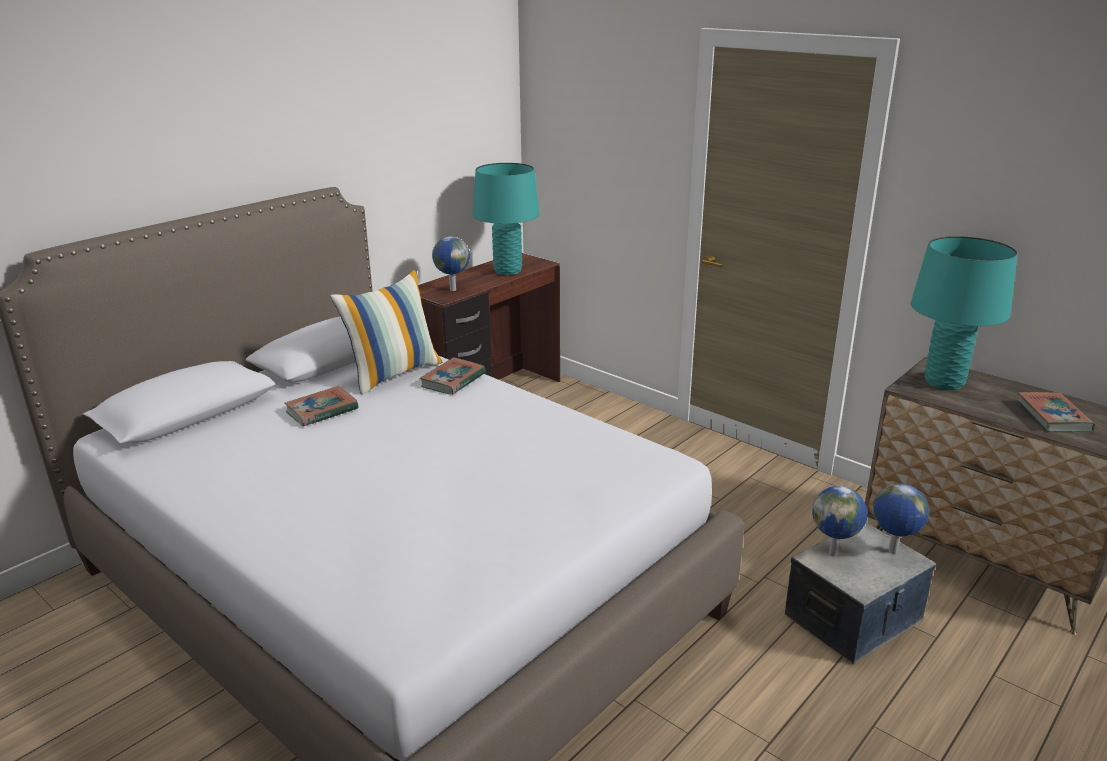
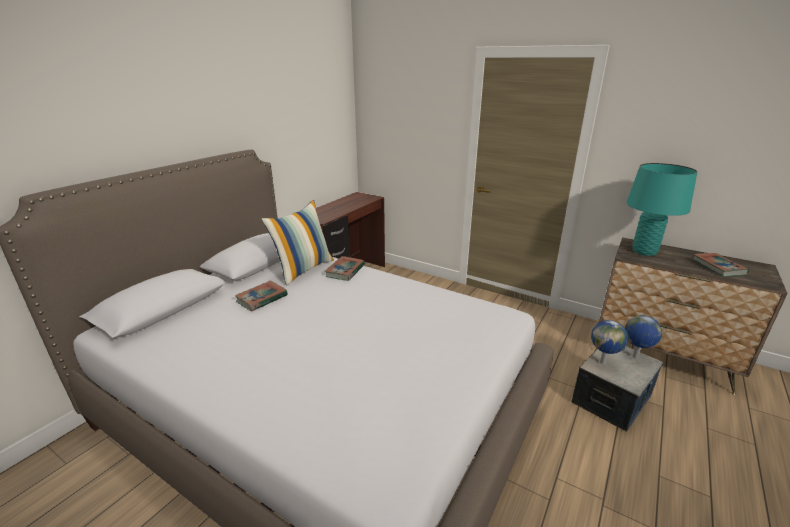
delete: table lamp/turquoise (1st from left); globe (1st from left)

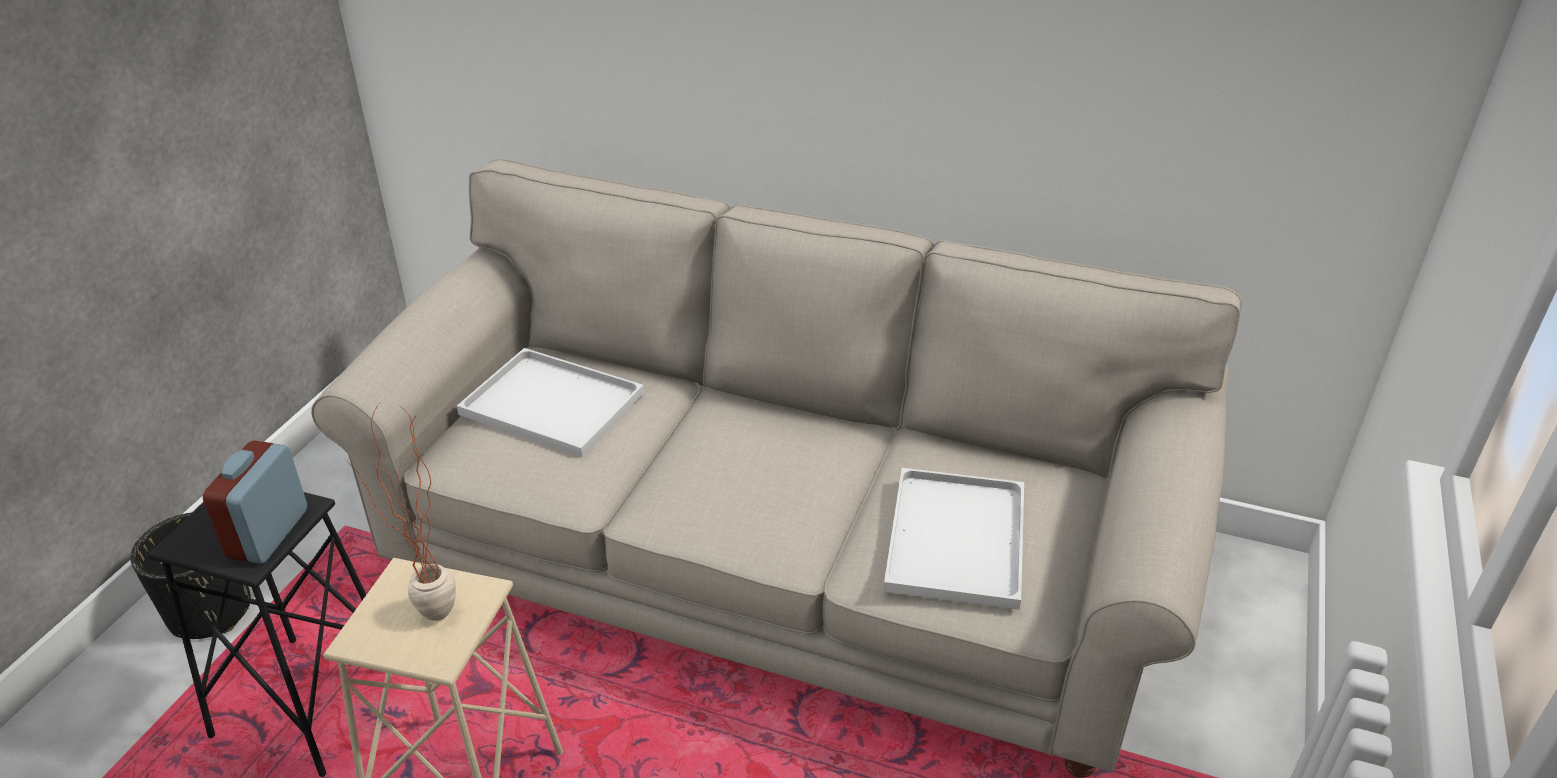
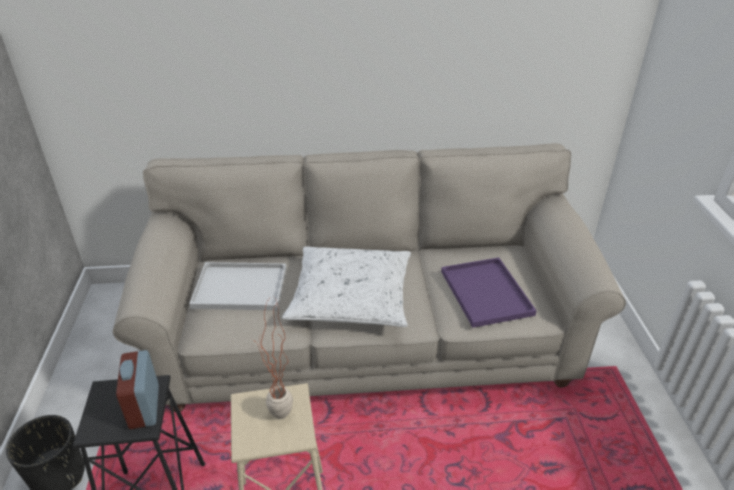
insert: pillow/white
recolor: tray/white (2nd from left) to tray/purple

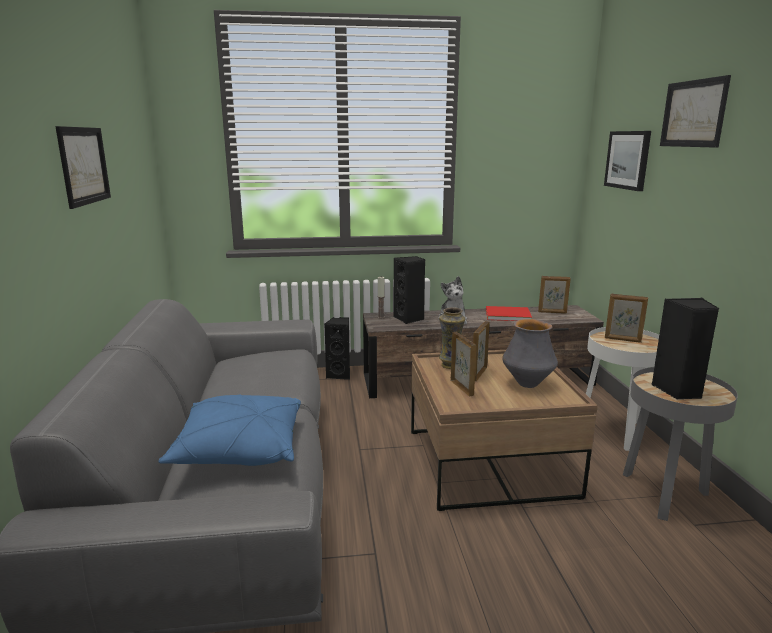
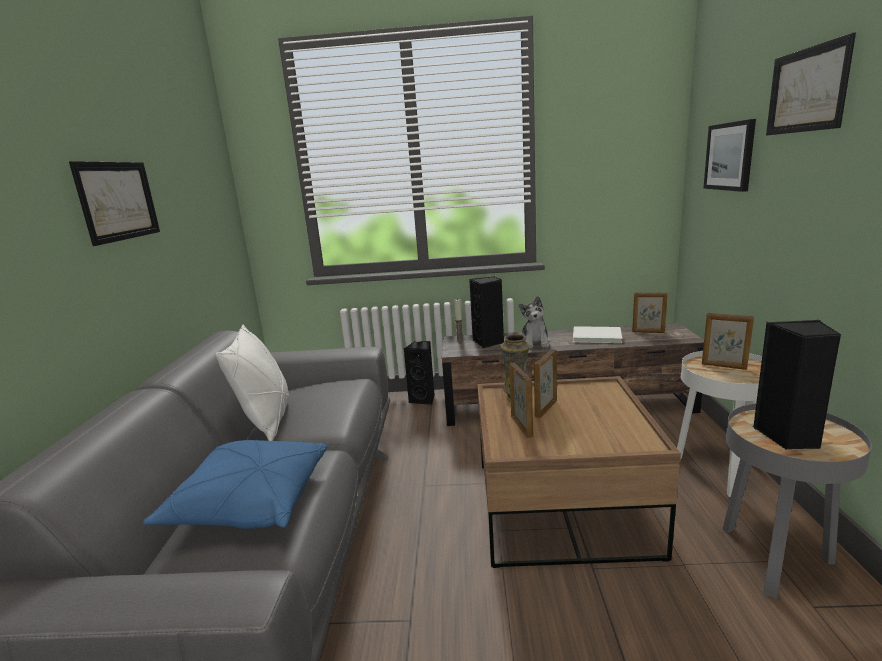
delete: vase (2nd from left)
insert: pillow/white
recolor: book/red to book/white

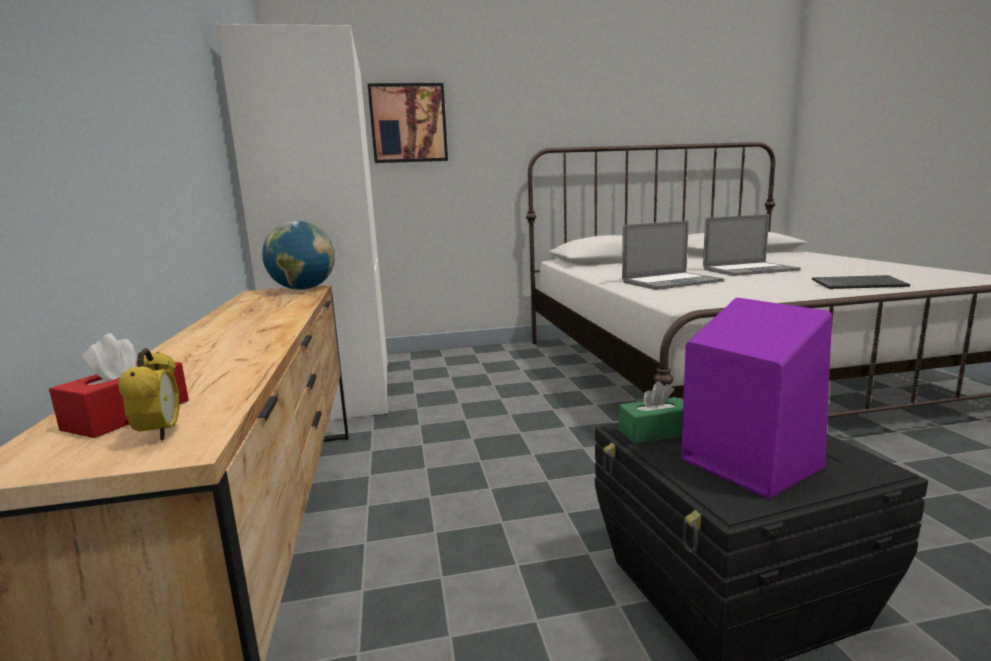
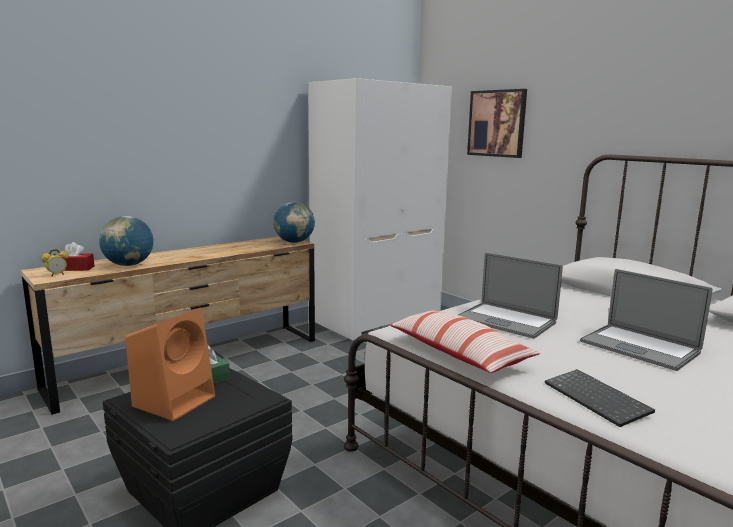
insert: globe (1st from left); pillow
recolor: speaker/purple to speaker/orange

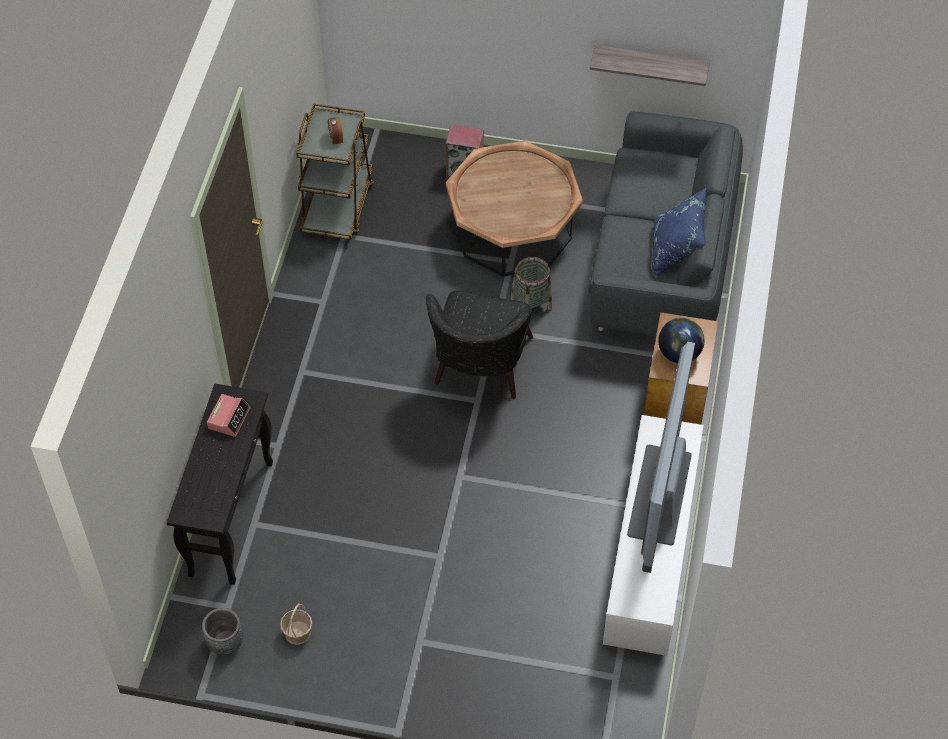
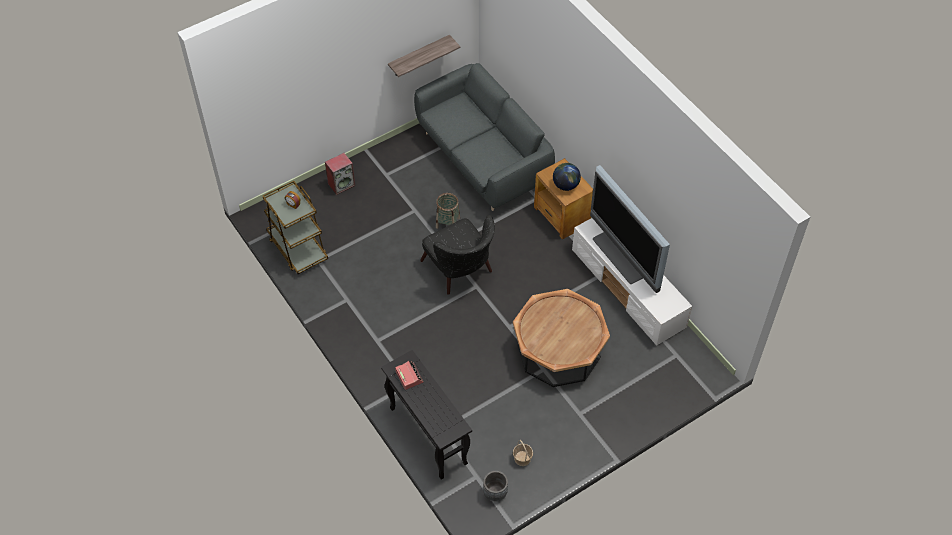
delete: pillow/blue
move: coffee table/brown

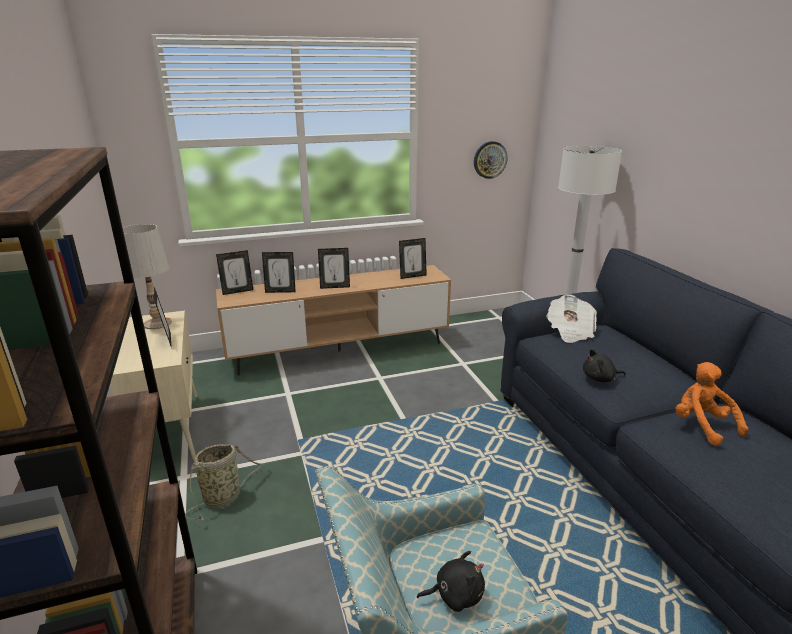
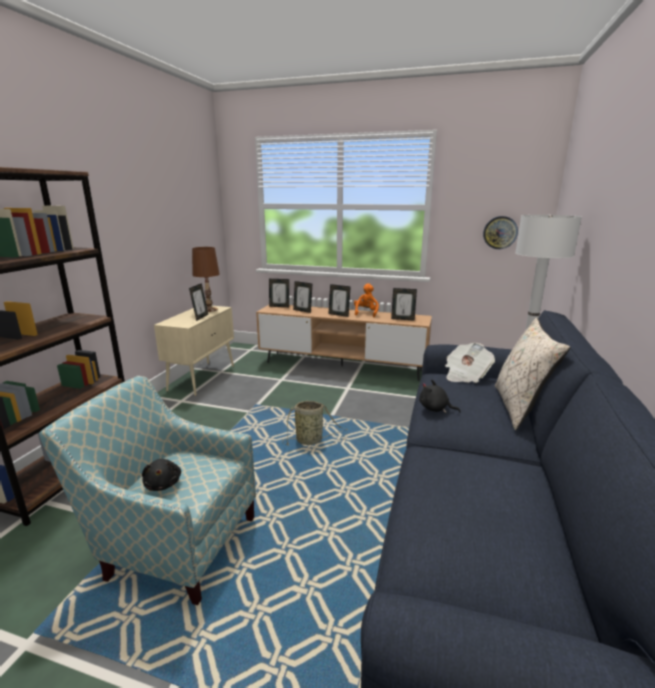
insert: pillow/beige
move: plush toy/orange; basket
recolor: table lamp/white to table lamp/brown
rotate: plush toy/black (1st from left) 45 degrees clockwise

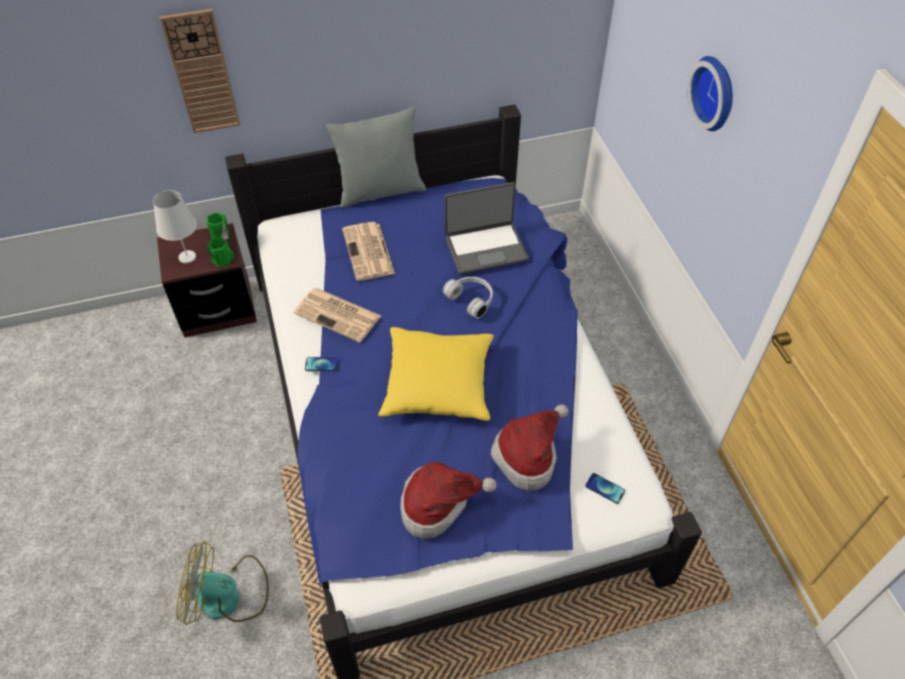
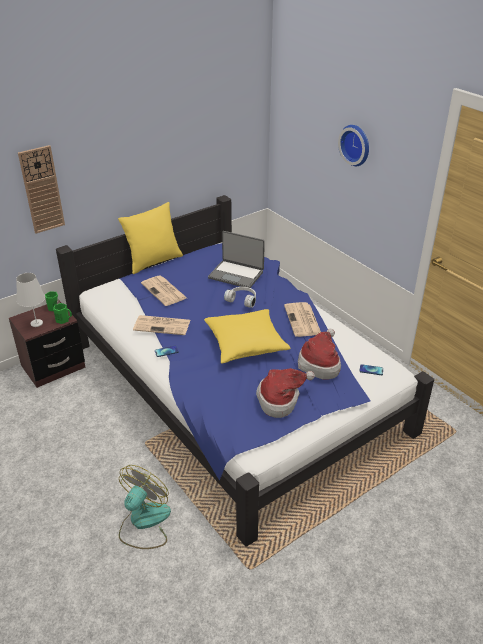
insert: newspaper (3rd from left)
recolor: pillow/grey to pillow/yellow (1st from left)
rotate: laptop 60 degrees clockwise; fan 135 degrees clockwise

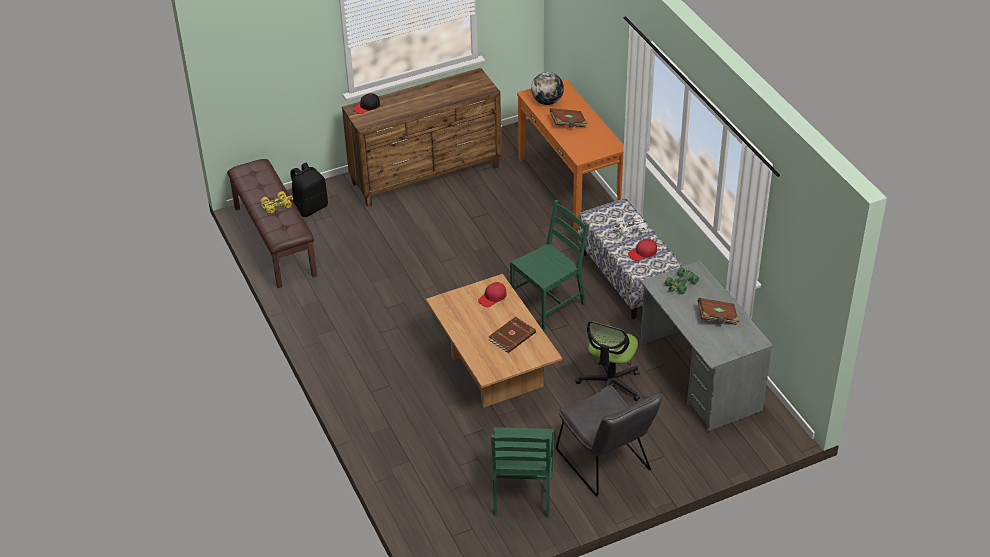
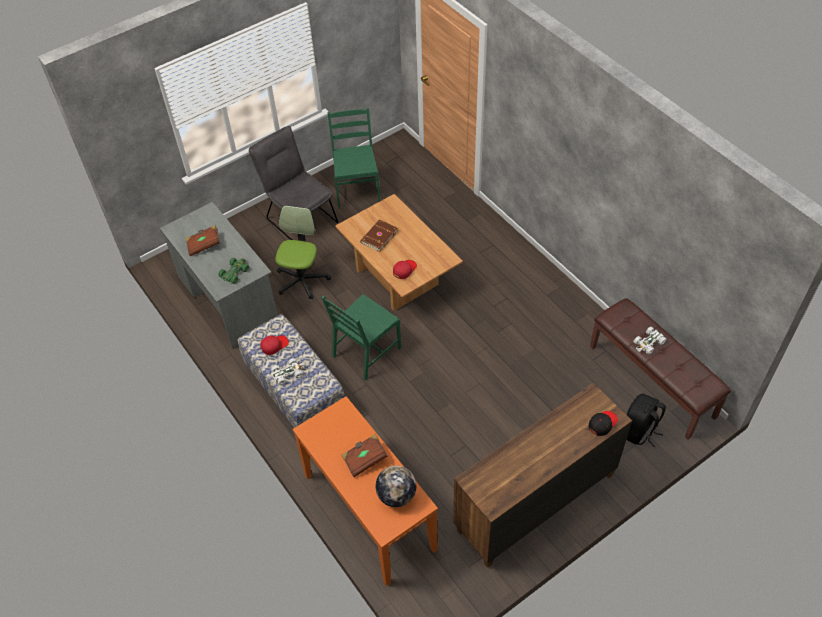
recolor: toy car/yellow to toy car/white (2nd from left)

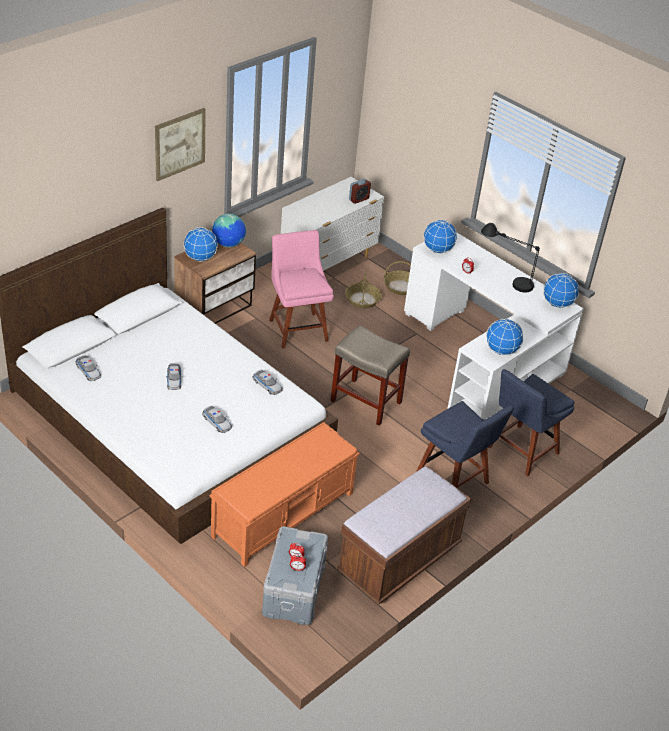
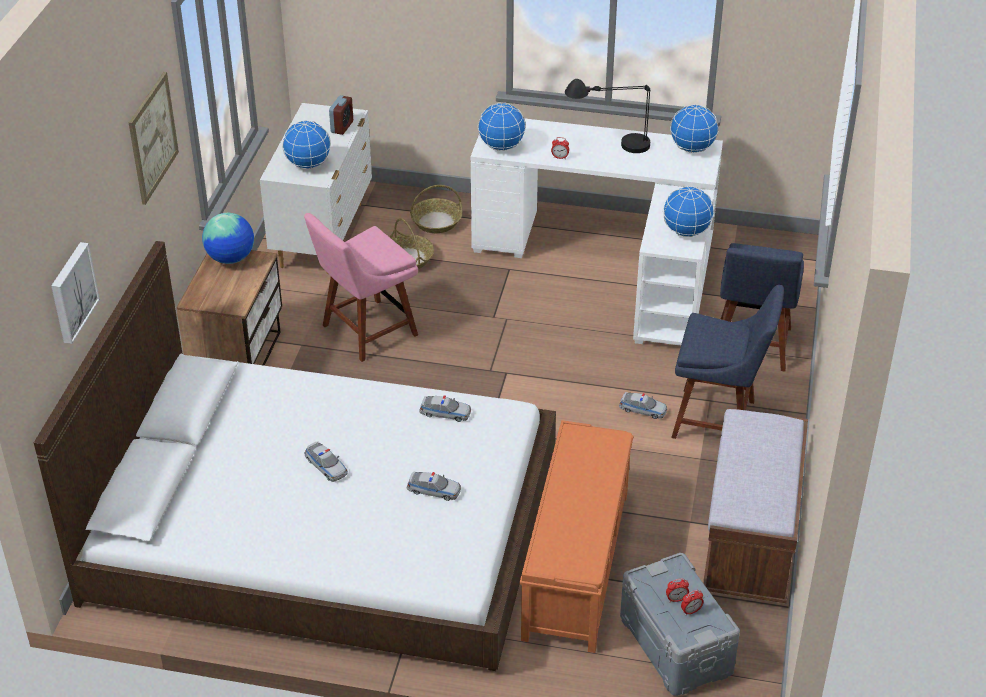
delete: stool/beige
insert: picture (1st from left)
move: globe (1st from left in the first image) to globe (2nd from left); toy car (1st from left in the first image) to toy car (4th from left)
rotate: chair/pink 75 degrees counterclockwise

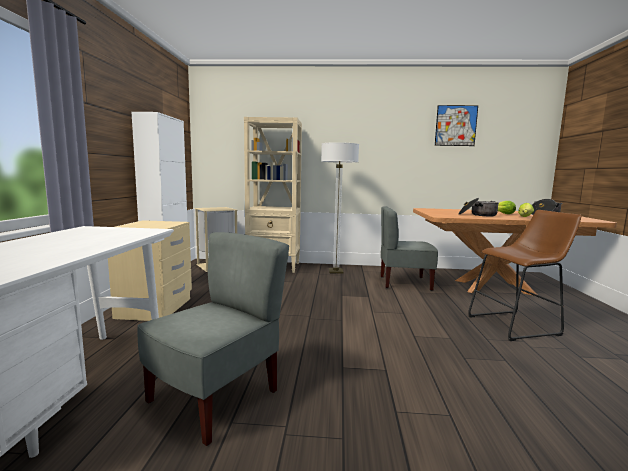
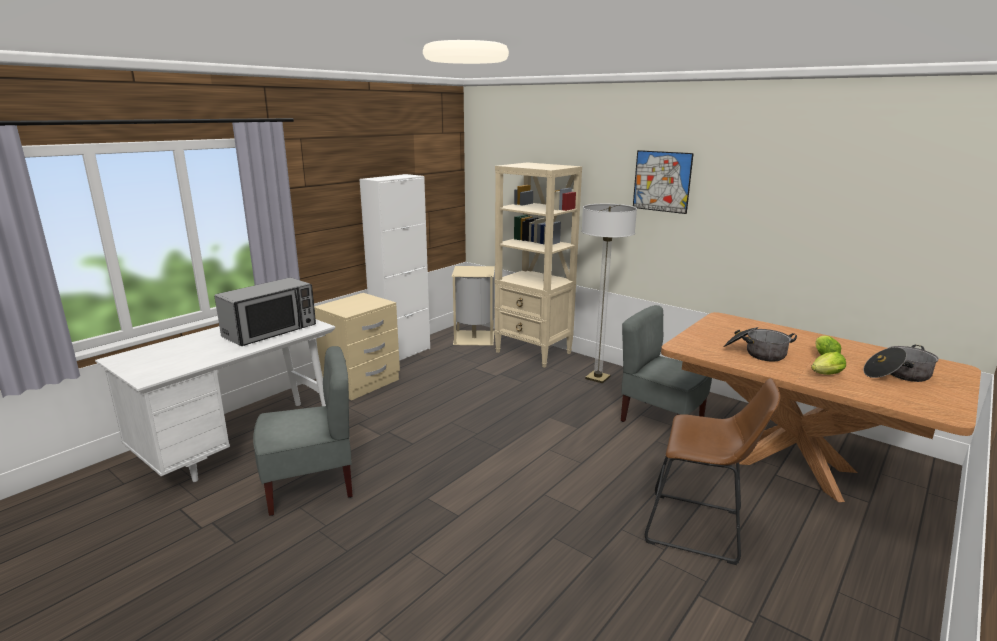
insert: microwave
move: picture

